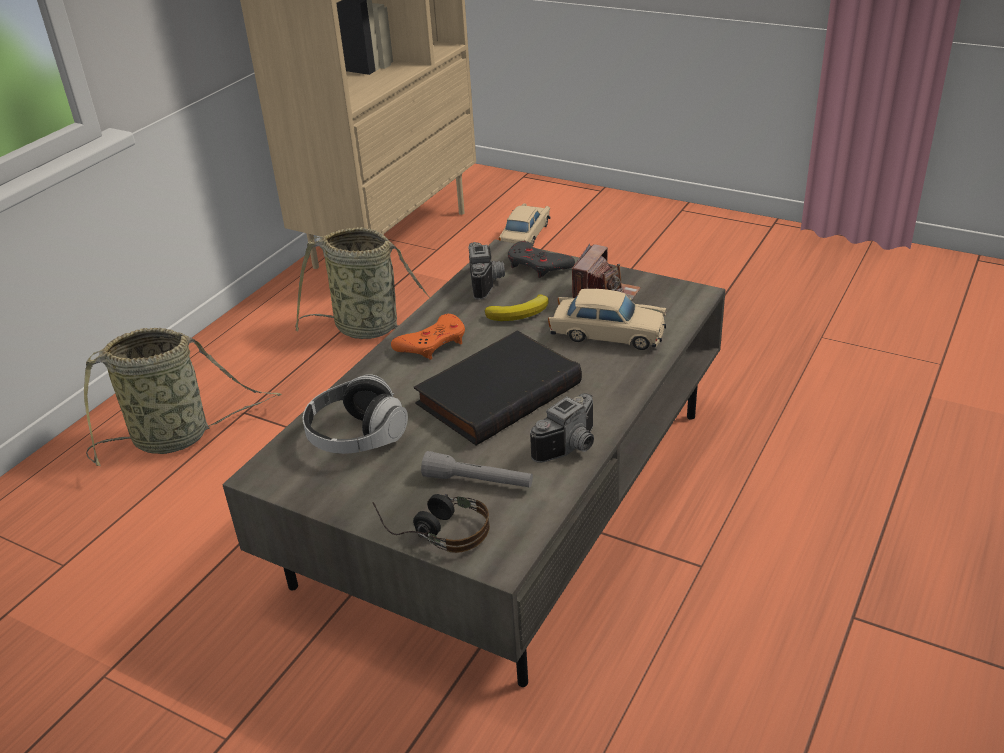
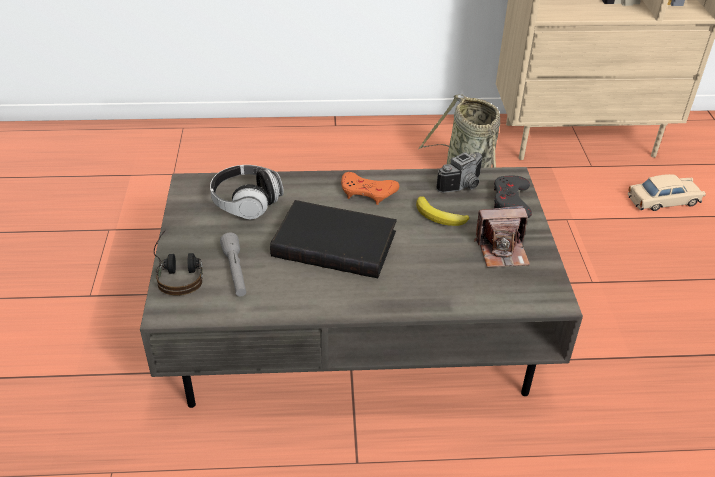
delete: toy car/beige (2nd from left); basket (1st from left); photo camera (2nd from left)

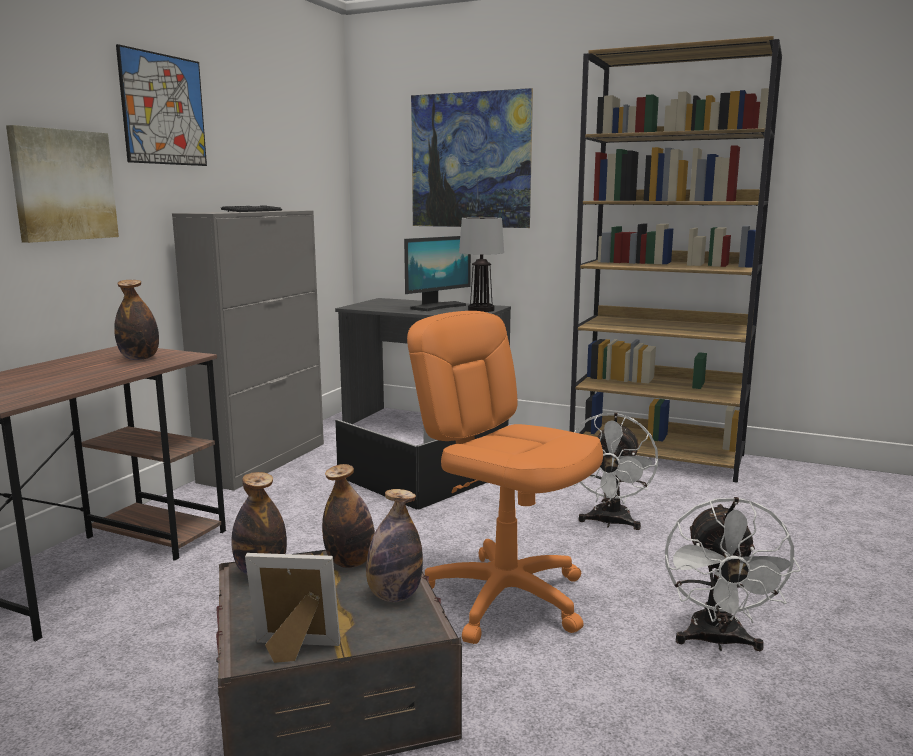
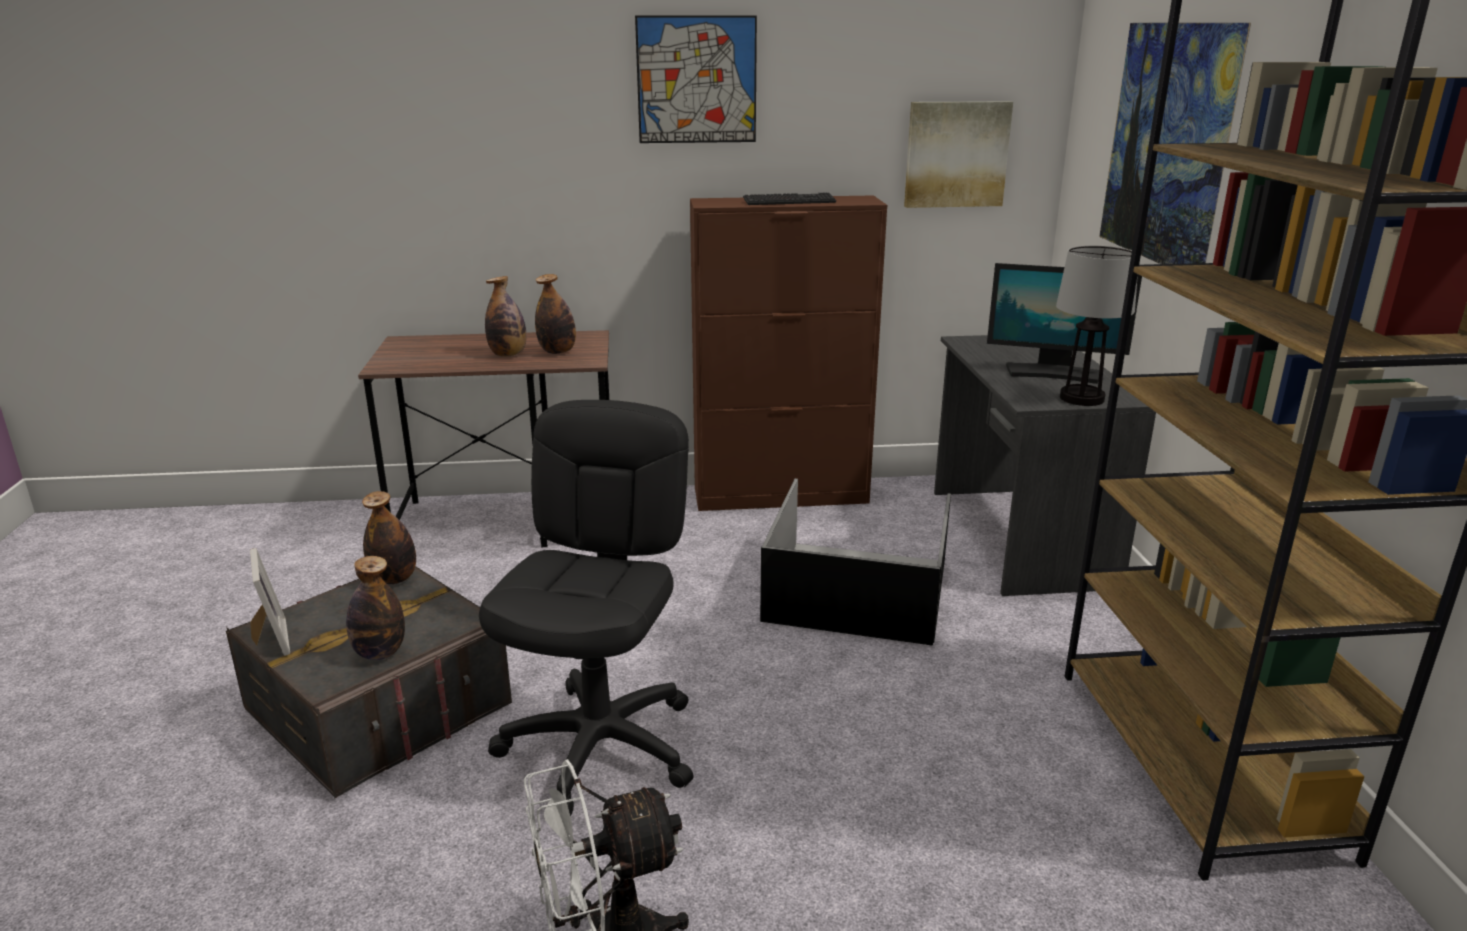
delete: fan/white (1st from left)
move: picture (1st from left in the first image) to picture (2nd from left); bottle (3rd from left)
recolor: cabinet/grey to cabinet/brown; office chair/orange to office chair/black

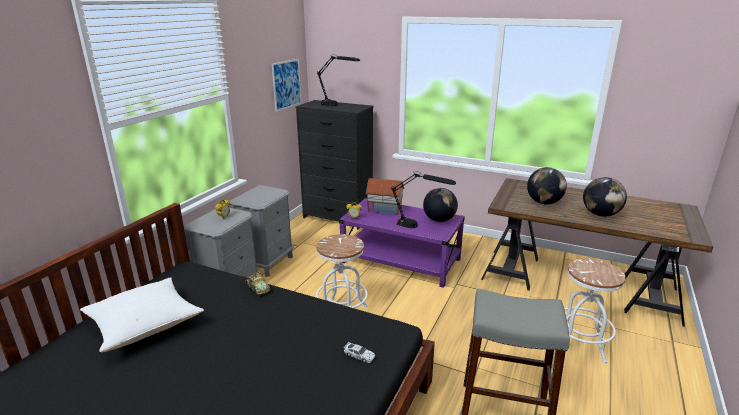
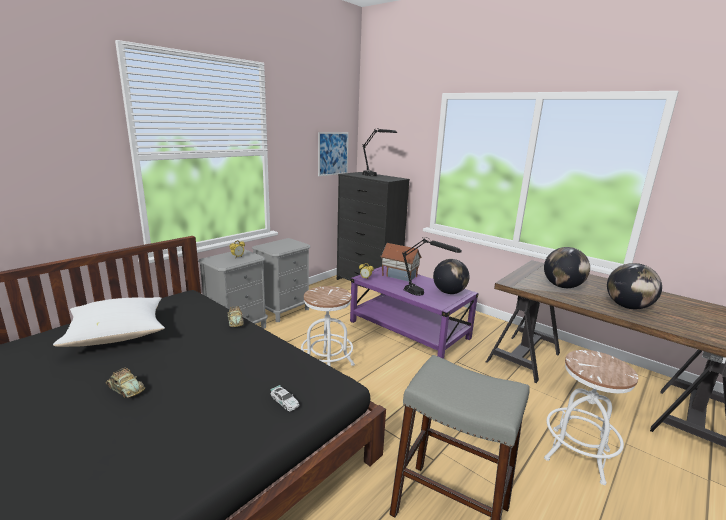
insert: toy car (1st from left)

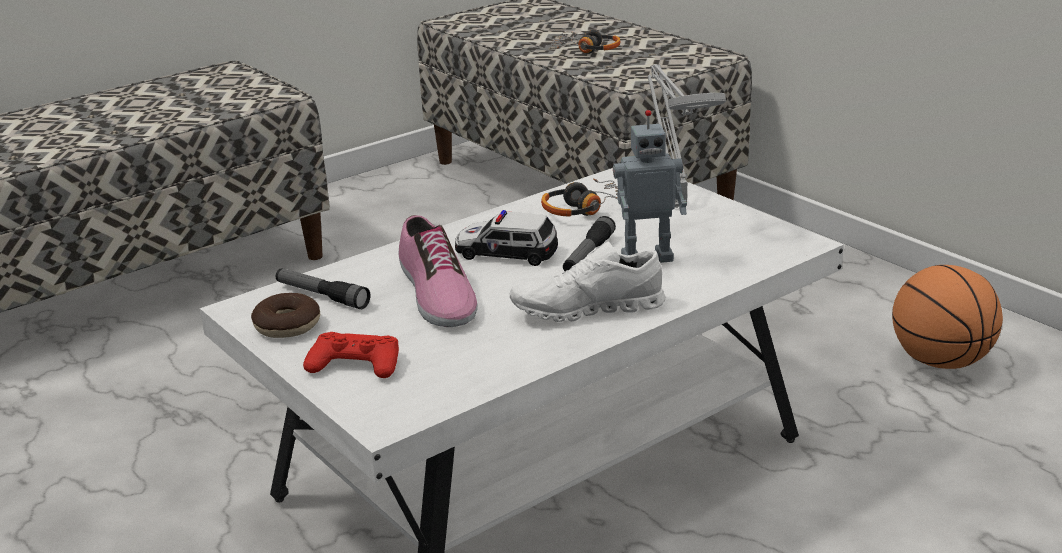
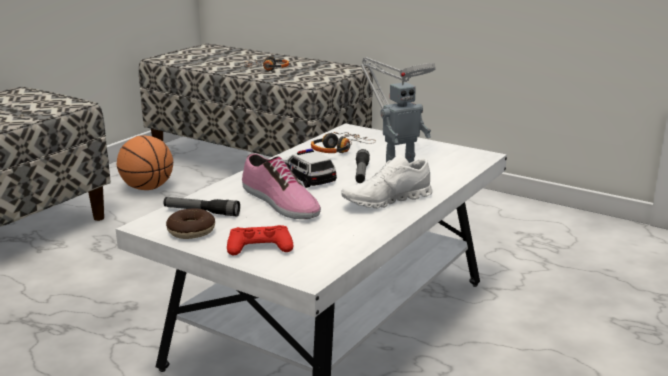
move: basketball
rotate: toy car 60 degrees clockwise

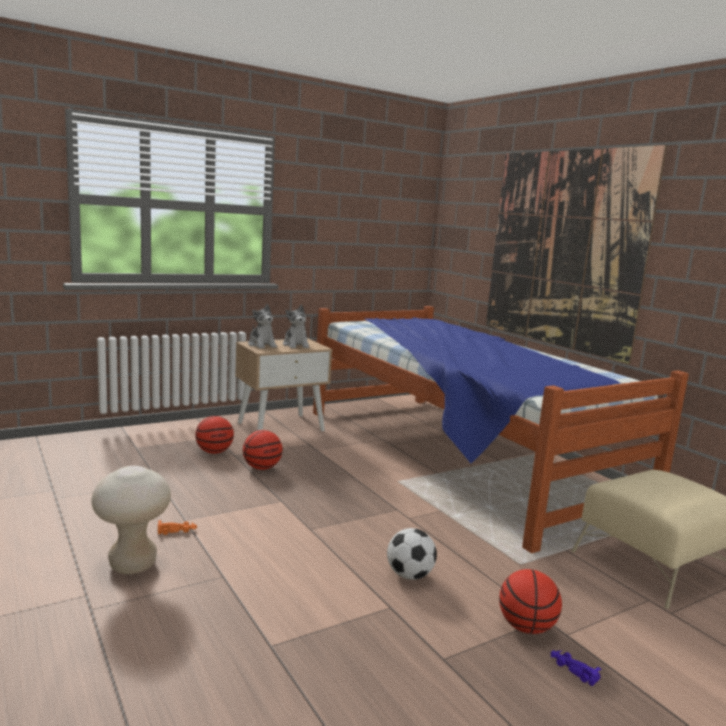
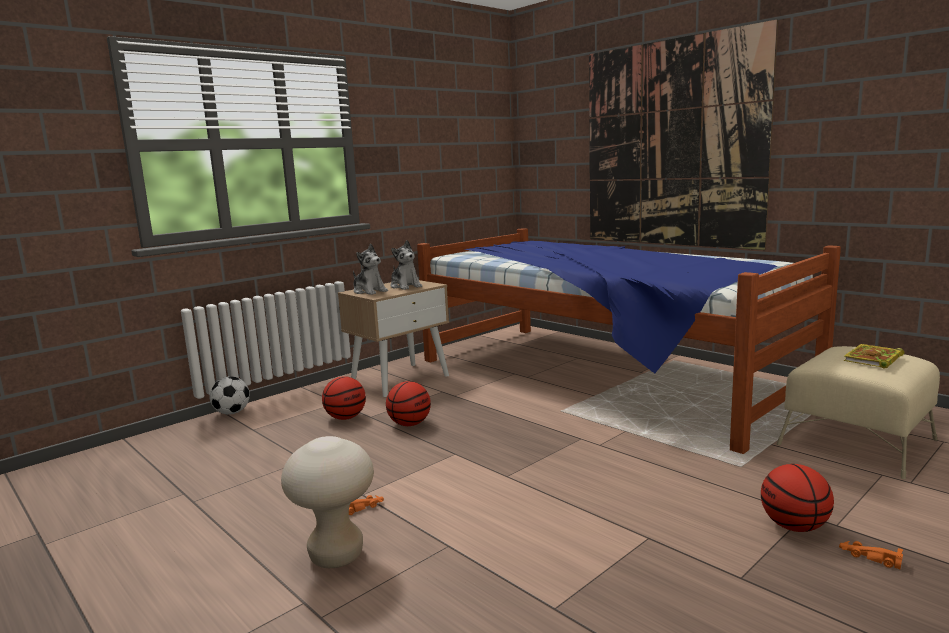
insert: book
move: football
recolor: toy car/purple to toy car/orange (2nd from left)

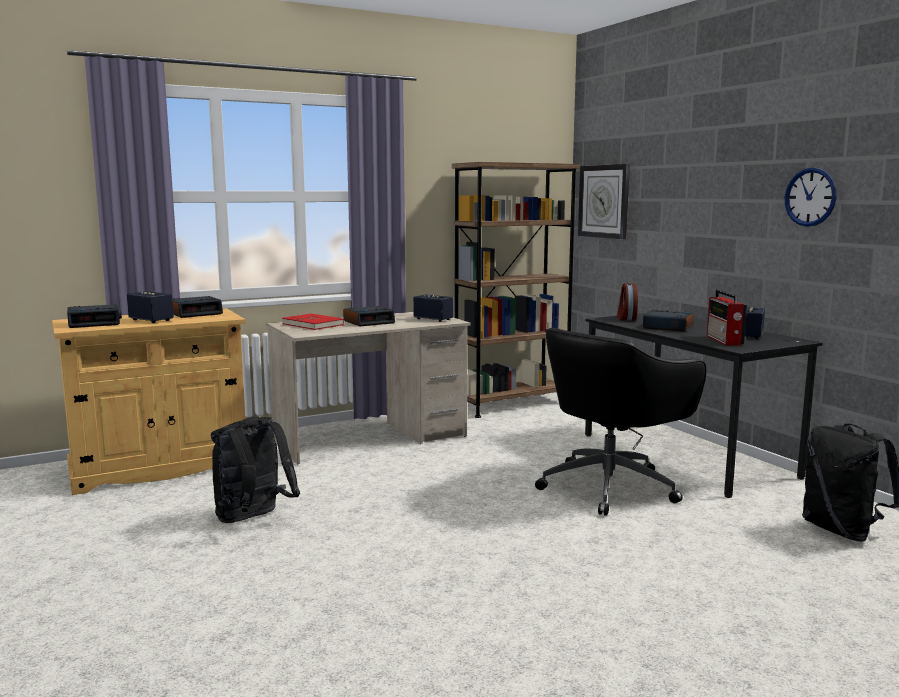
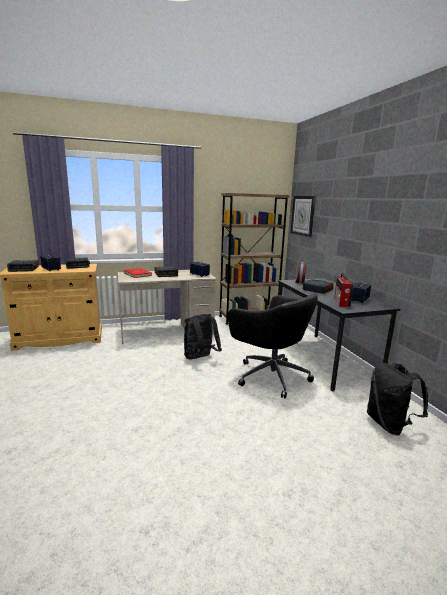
delete: wall clock (2nd from left)
move: backpack/black (1st from left)
rotate: office chair/black 105 degrees counterclockwise

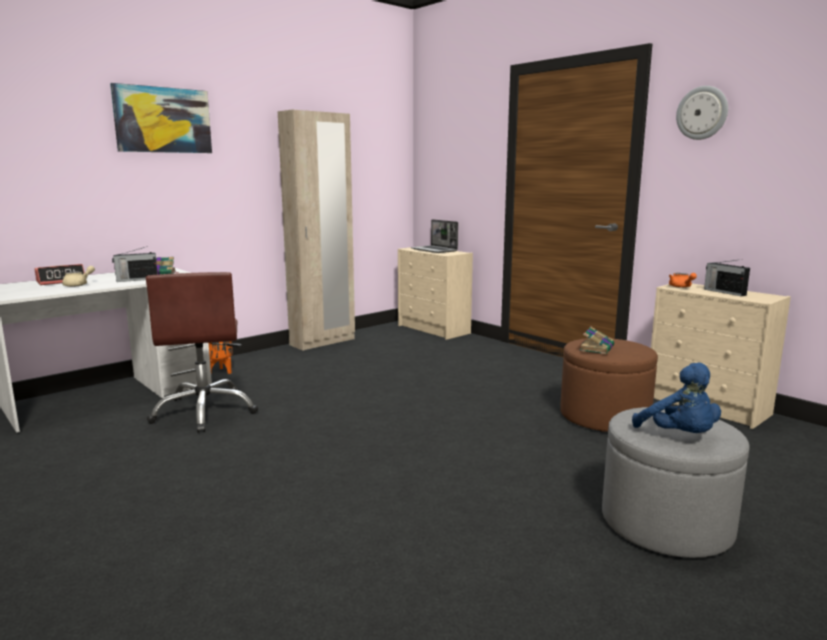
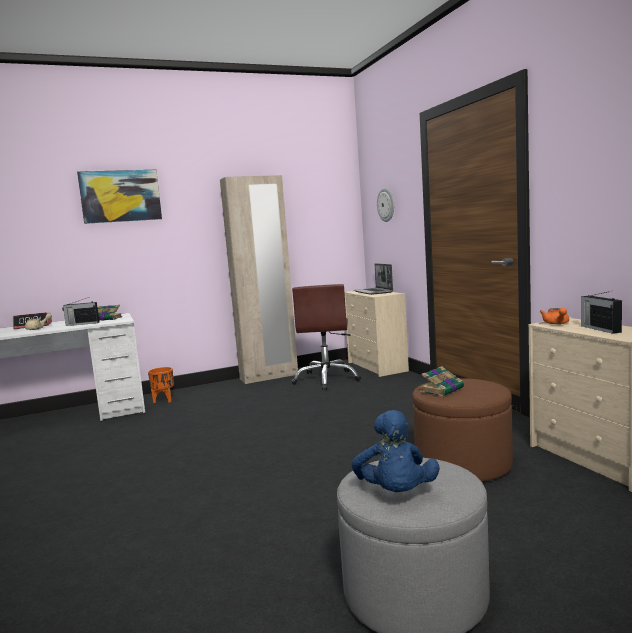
move: wall clock; office chair/brown

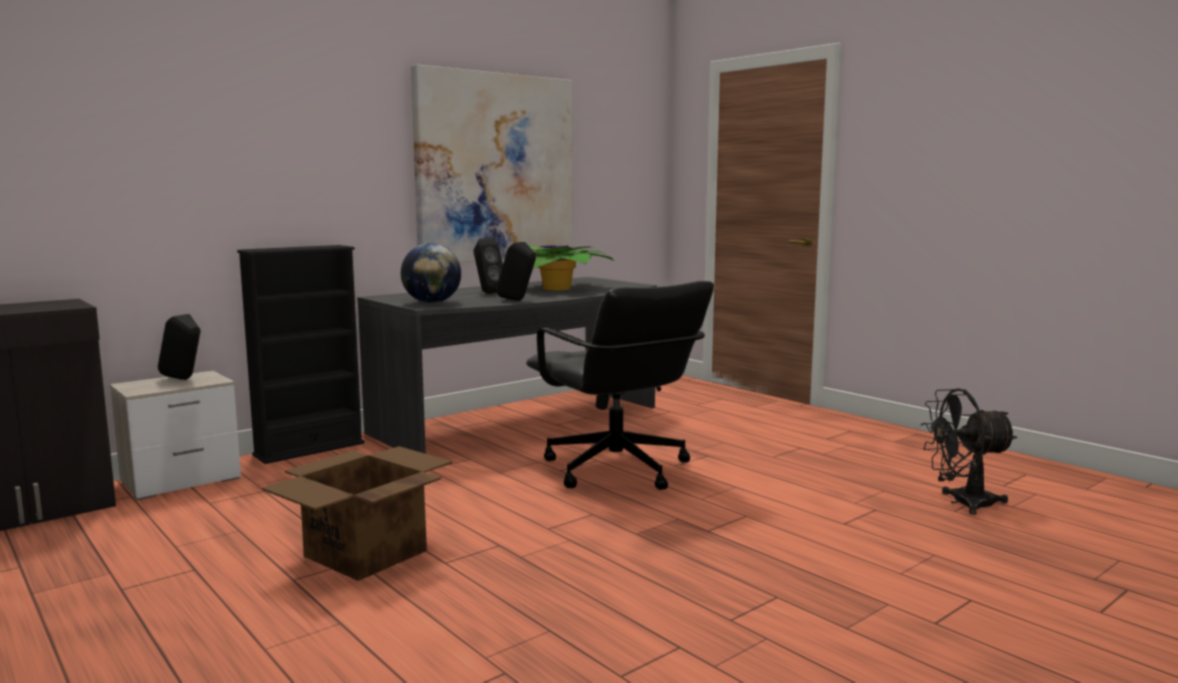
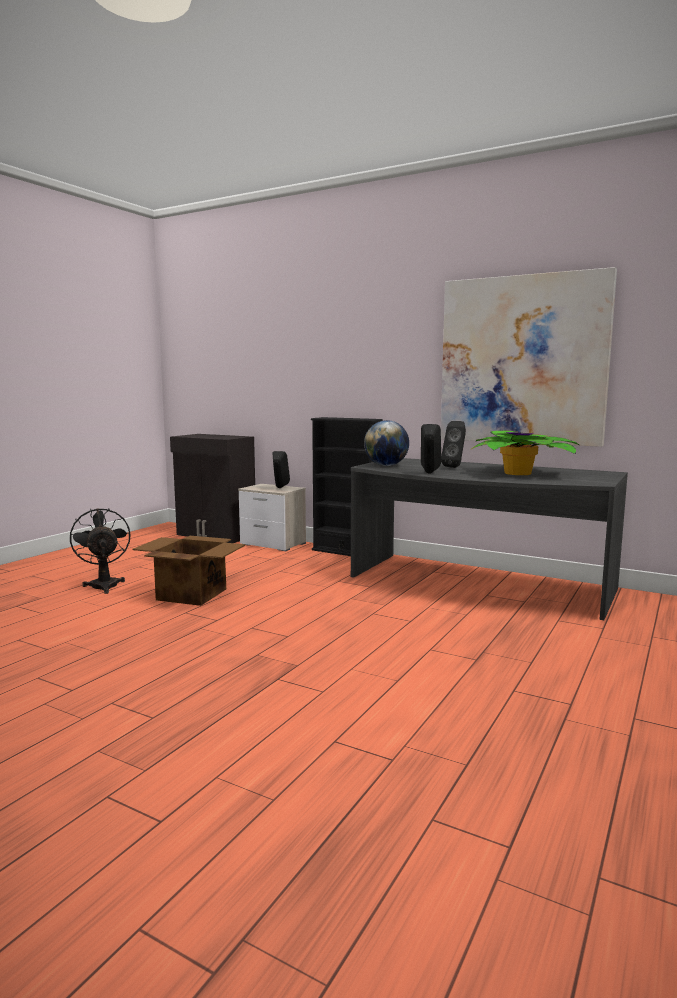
delete: office chair/black
move: fan/black

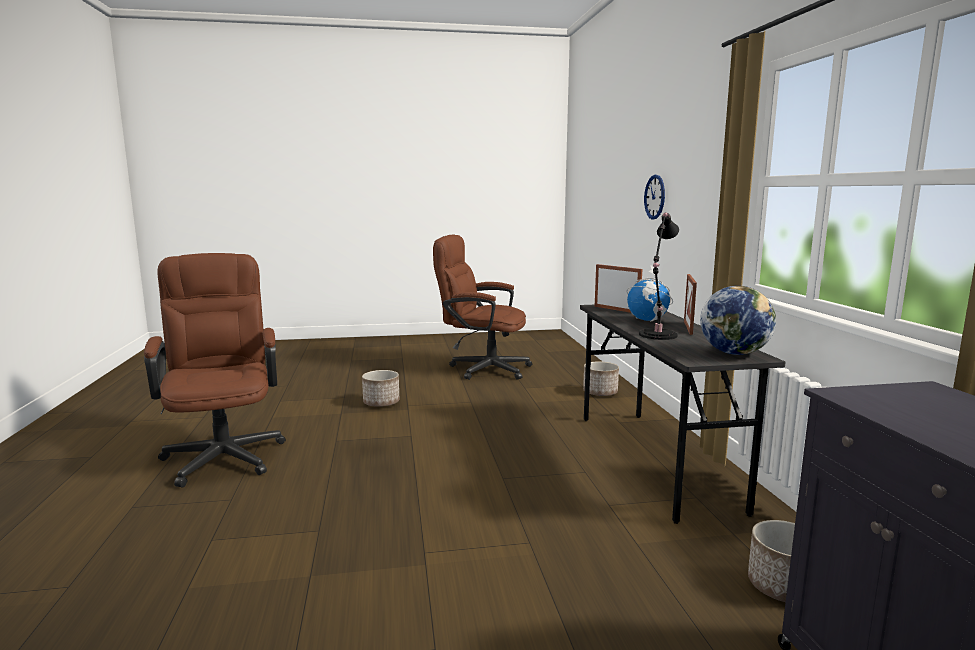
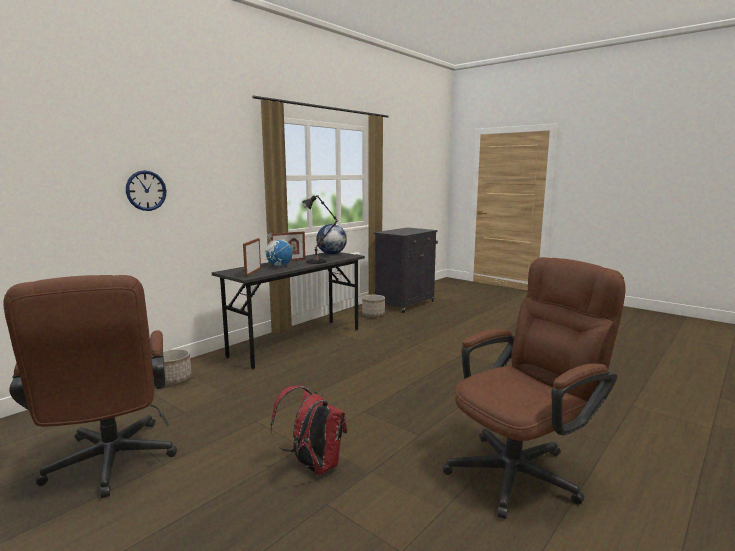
replace: planter (1st from left) to backpack/red
rotate: office chair/brown (1st from left in the first image) 150 degrees counterclockwise

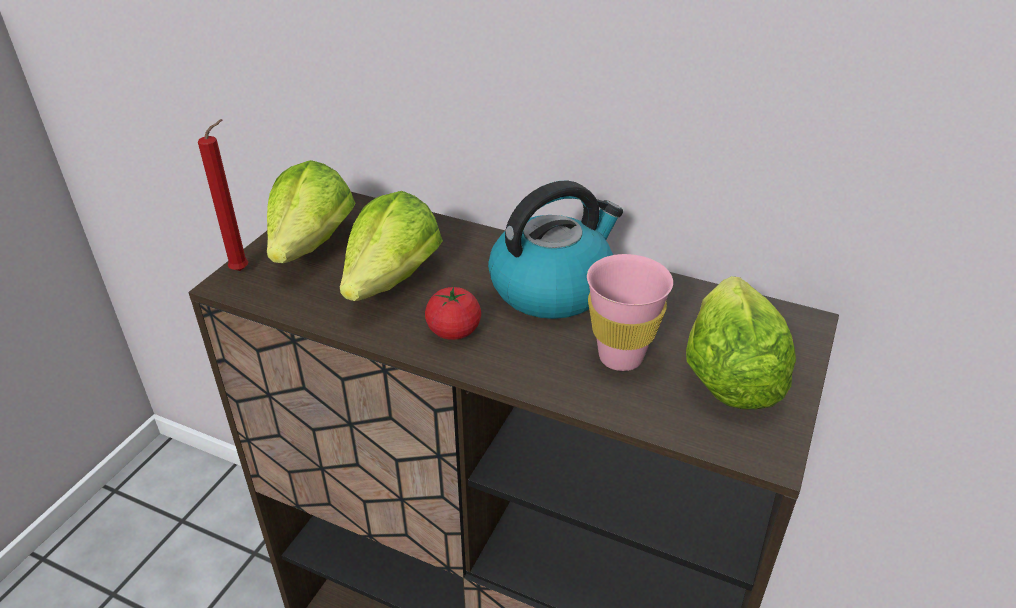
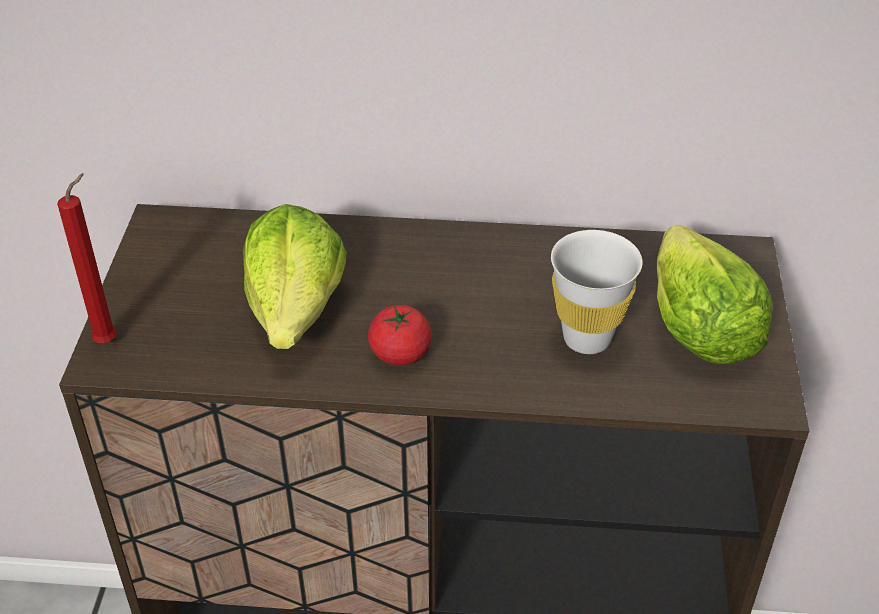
delete: lettuce (1st from left); kettle
recolor: cup/pink to cup/white

